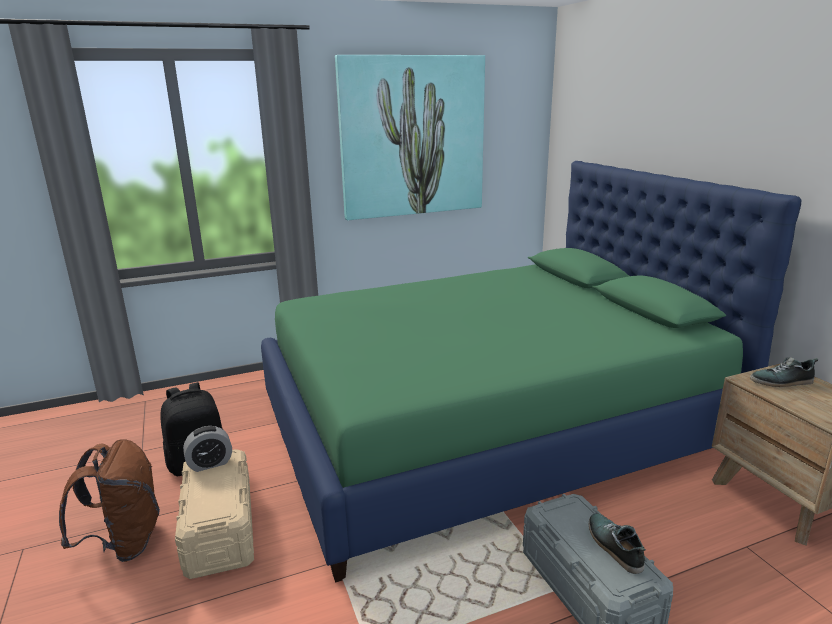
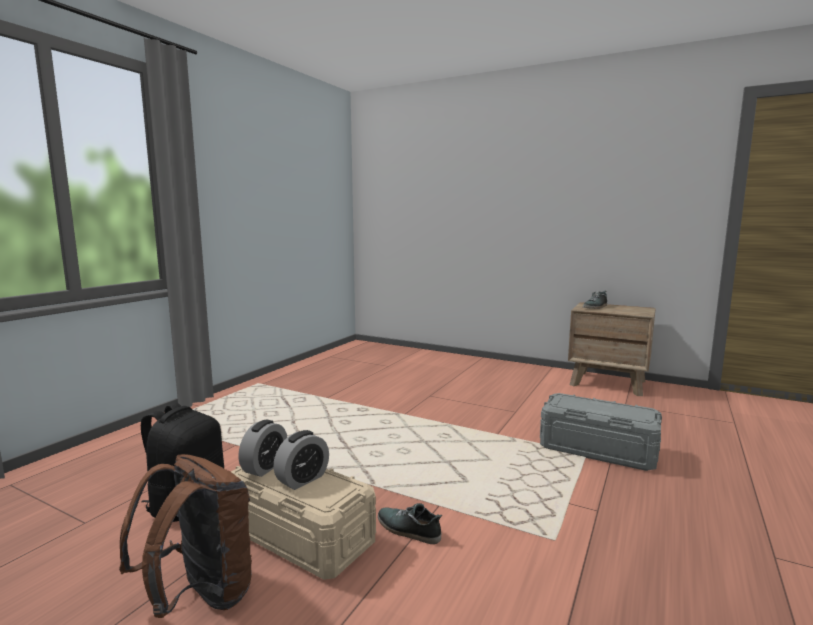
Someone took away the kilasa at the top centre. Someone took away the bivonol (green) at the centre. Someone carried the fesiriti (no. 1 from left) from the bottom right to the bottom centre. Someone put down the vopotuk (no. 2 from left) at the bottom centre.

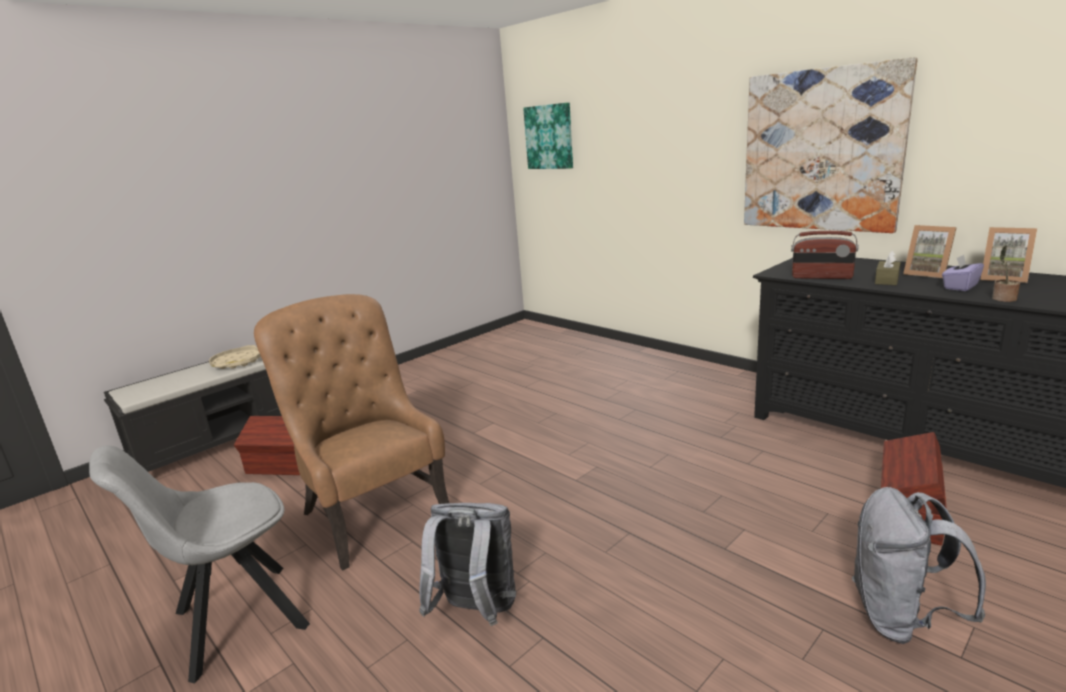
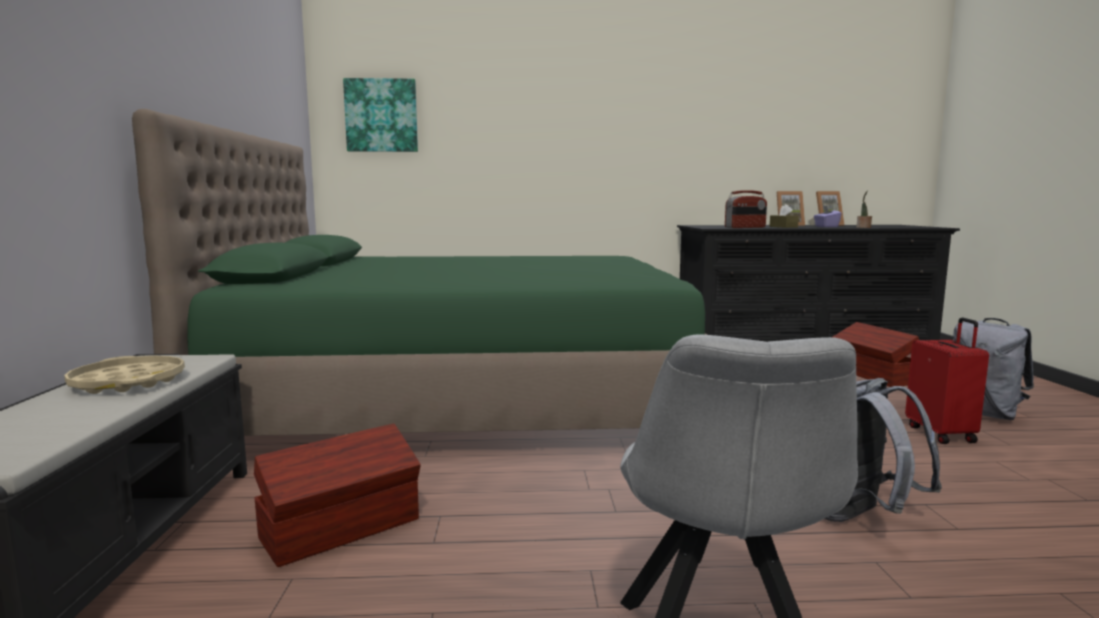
Someone took away the kilasa (no. 2 from left) at the top right. Someone took away the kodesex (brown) at the middle left. Someone put down the bivonol (green) at the centre. Someone put down the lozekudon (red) at the middle right.

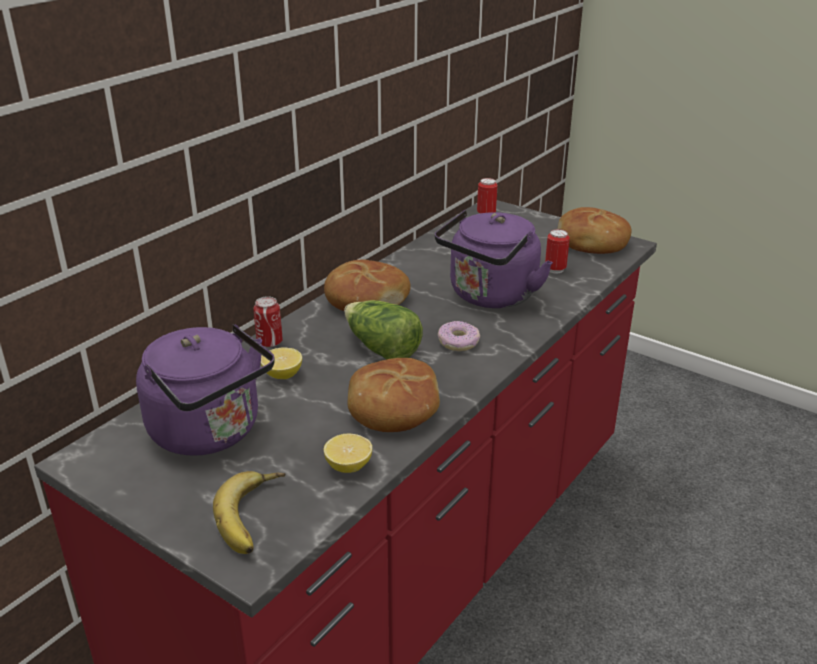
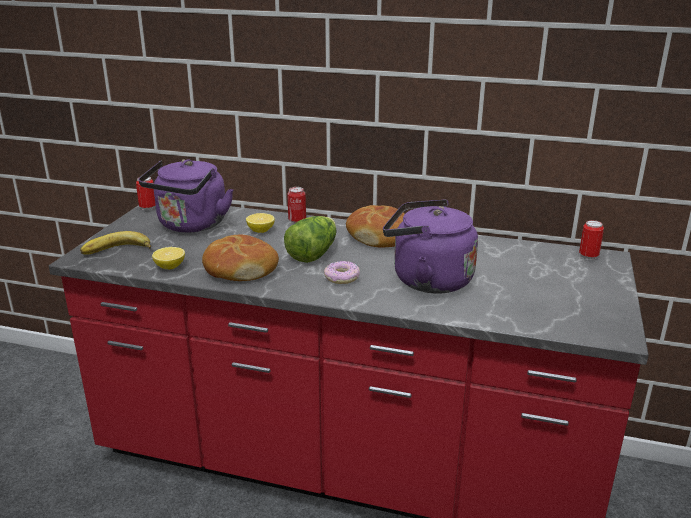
Someone took away the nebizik (no. 3 from left) at the middle right. Someone carried the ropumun (no. 3 from left in the first image) from the middle right to the middle left.

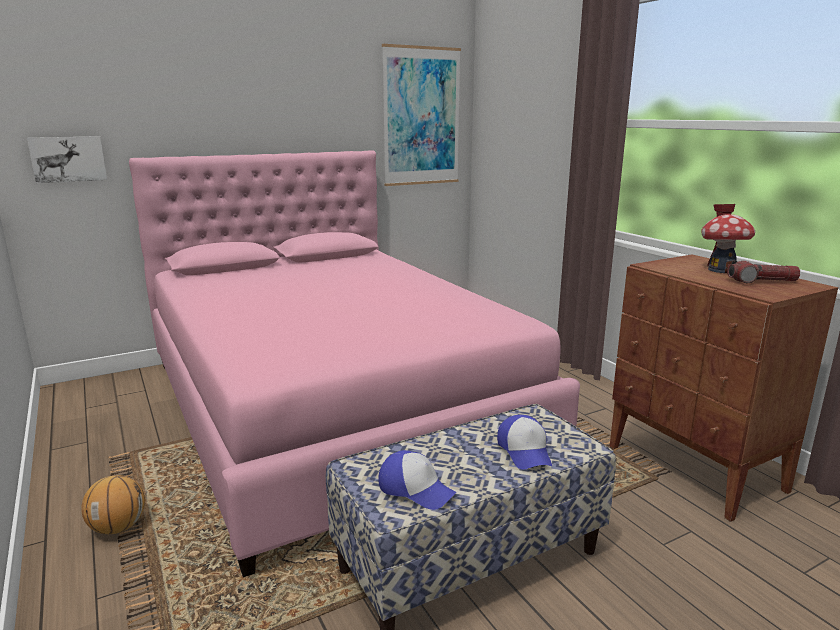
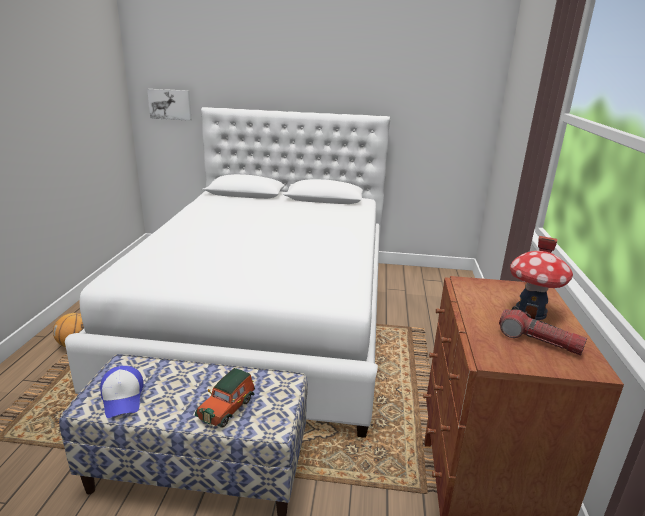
Someone took away the kilasa (no. 2 from left) at the top centre. Someone repainted the bivonol (pink) at the centre, which became the bivonol (white) at the centre. Someone swapped the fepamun (no. 2 from left) at the bottom centre for the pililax at the bottom centre.

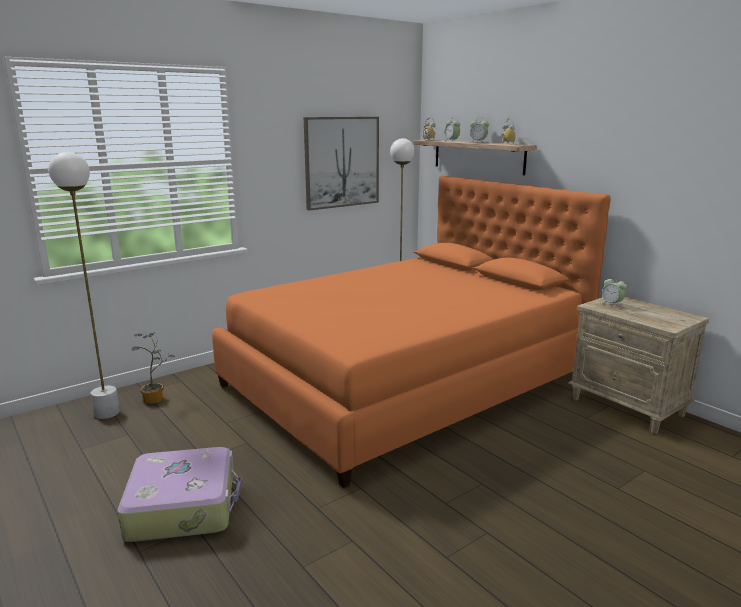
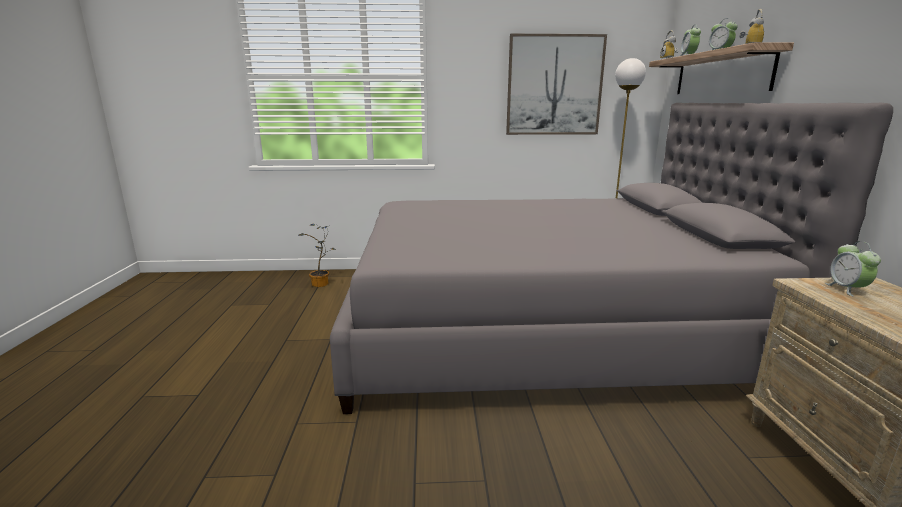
Someone took away the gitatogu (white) (no. 1 from left) at the middle left. Someone repainted the bivonol (orange) at the centre, which became the bivonol (grey) at the middle right. Someone took away the lozekudon at the bottom left.

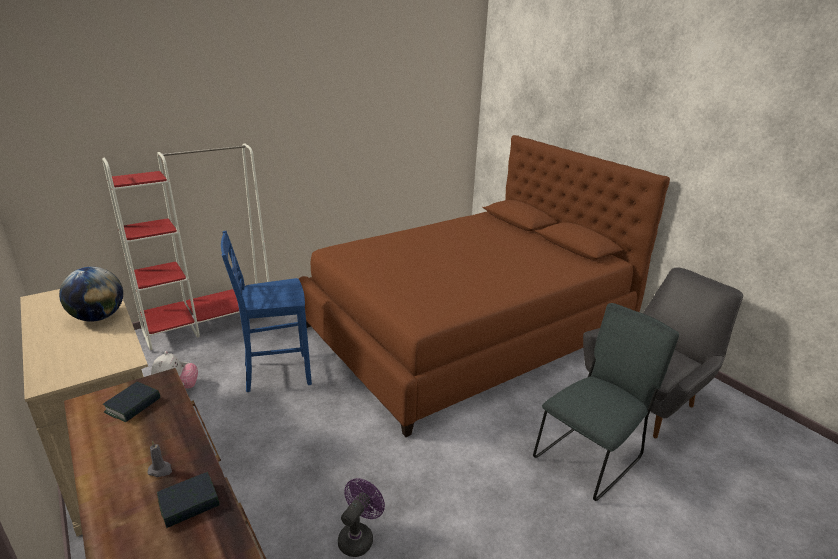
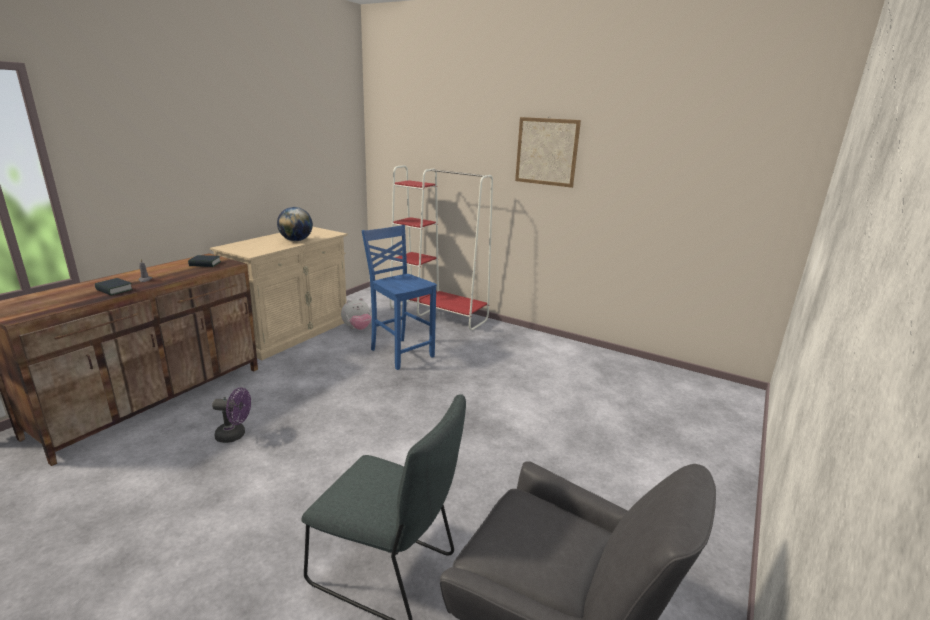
Someone took away the bivonol (brown) at the centre. Someone put up the kilasa at the top centre.

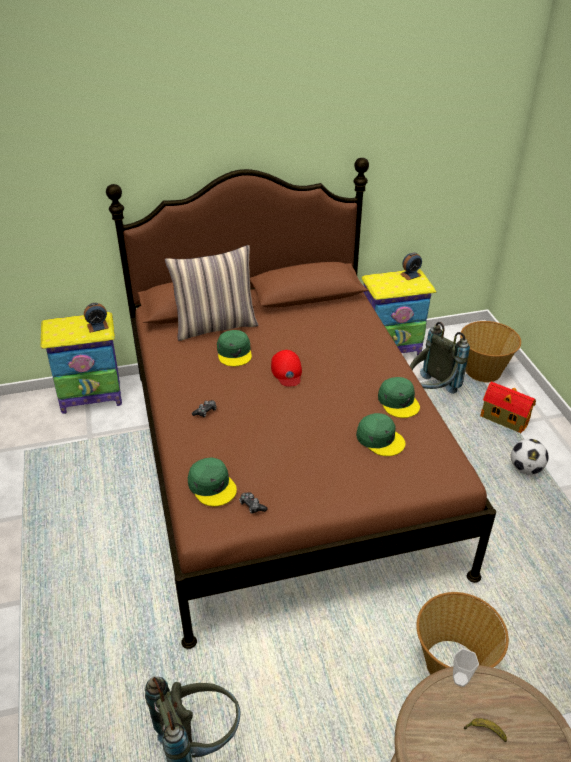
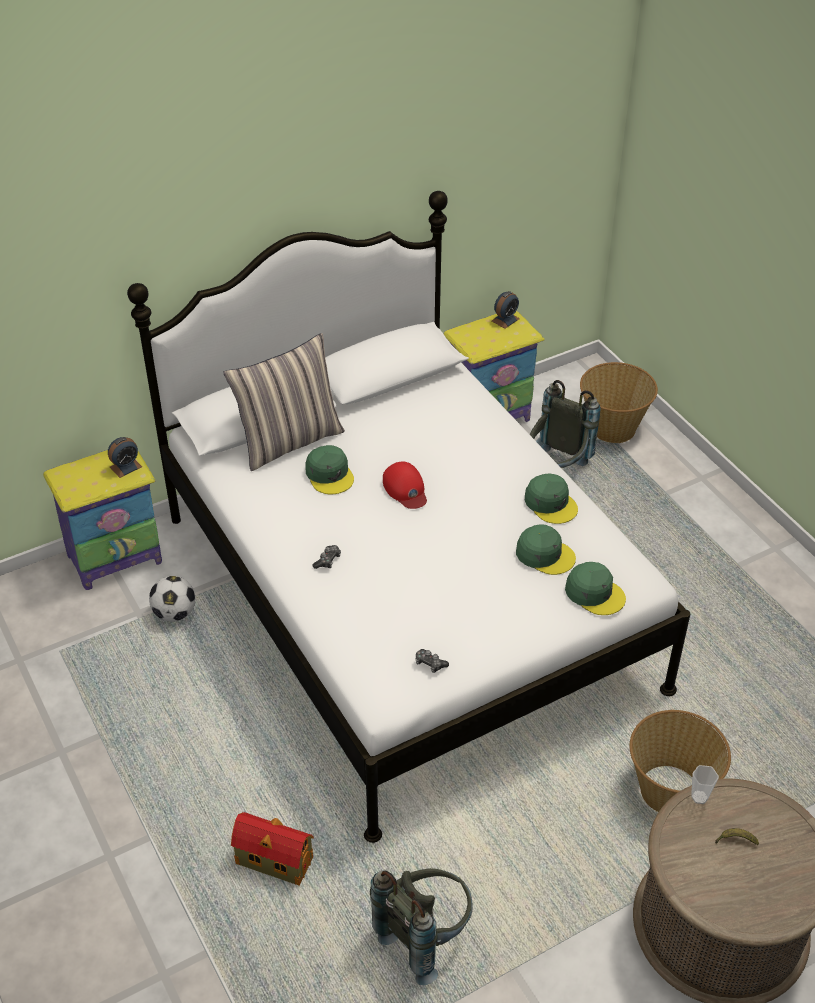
Someone repainted the bivonol (brown) at the centre, which became the bivonol (white) at the centre. Someone carried the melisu from the middle right to the bottom centre. Someone carried the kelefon from the middle right to the middle left. Someone carried the fepamun (green) (no. 1 from left in the first image) from the centre to the middle right.

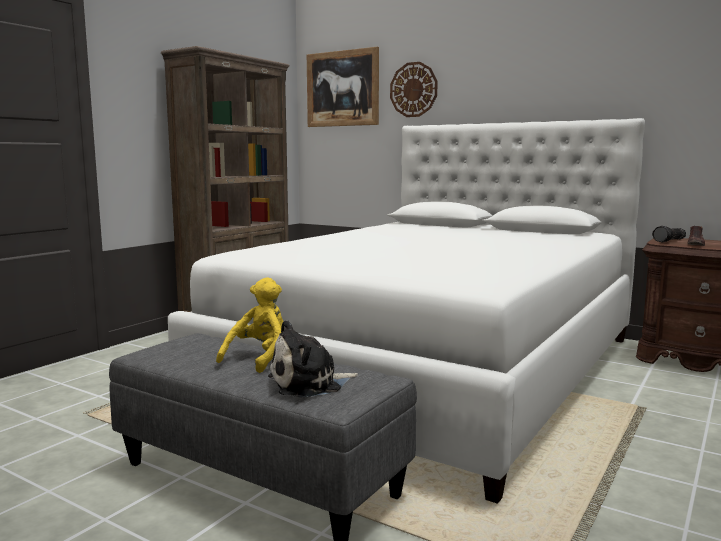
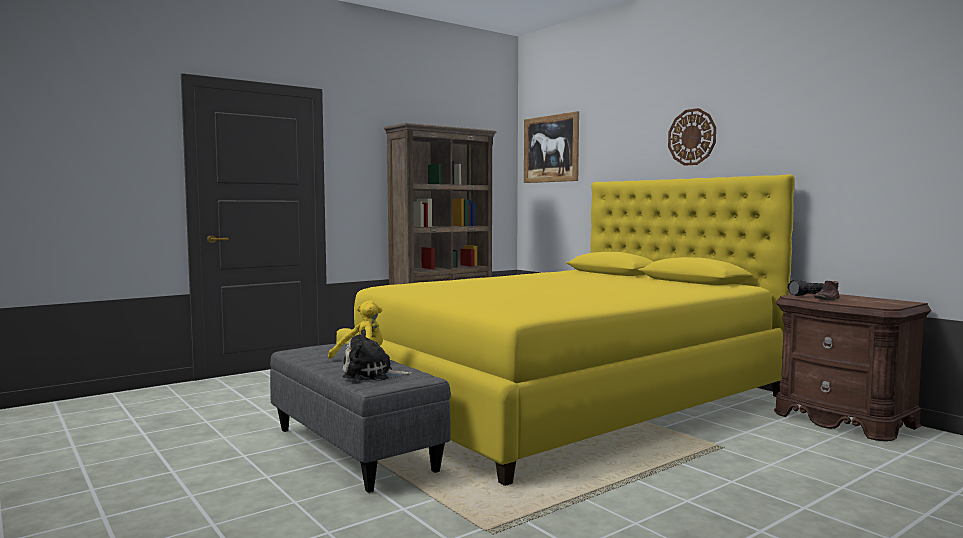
Someone carried the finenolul from the top centre to the top right. Someone repainted the bivonol (white) at the centre, which became the bivonol (yellow) at the centre.

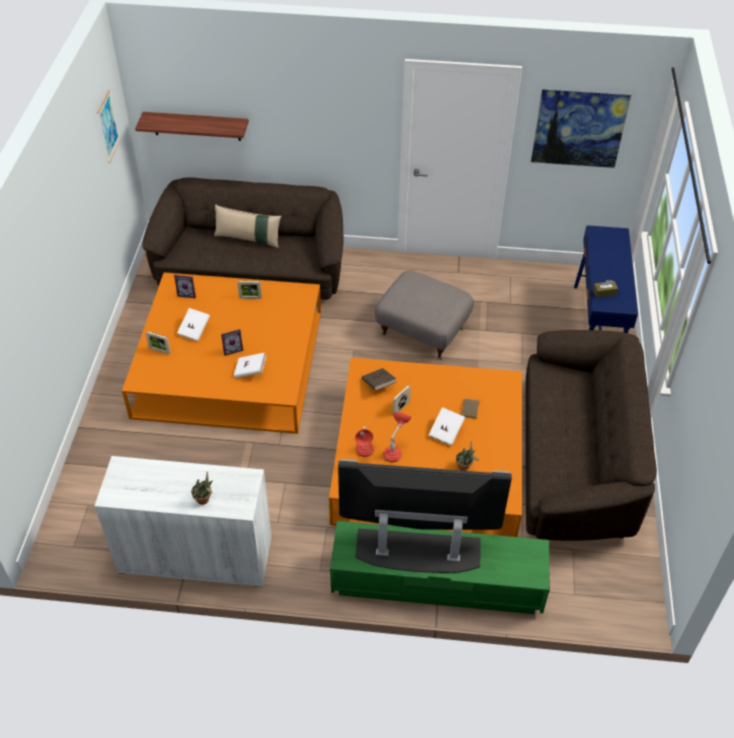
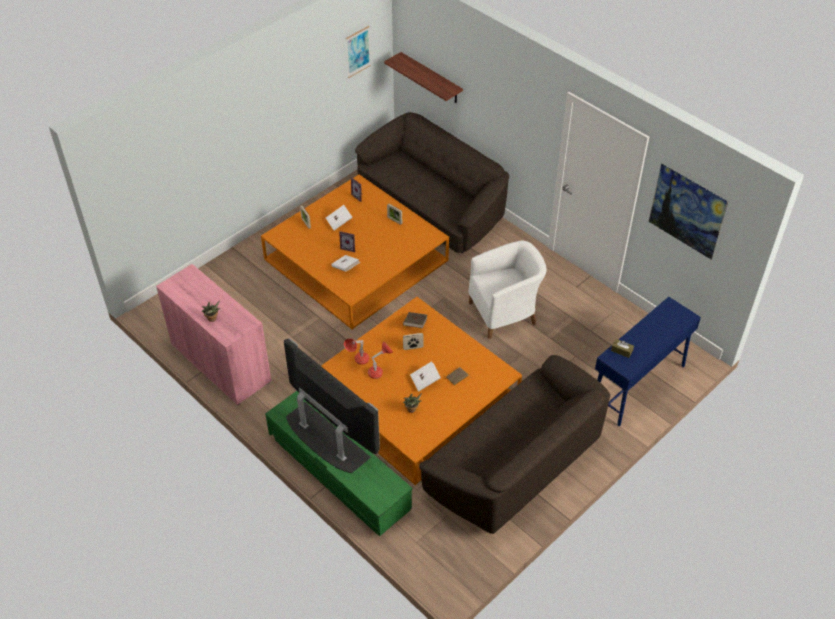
Someone took away the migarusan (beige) at the top centre. Someone swapped the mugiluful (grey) at the centre for the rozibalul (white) at the centre. Someone repainted the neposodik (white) at the bottom left, which became the neposodik (pink) at the middle left.

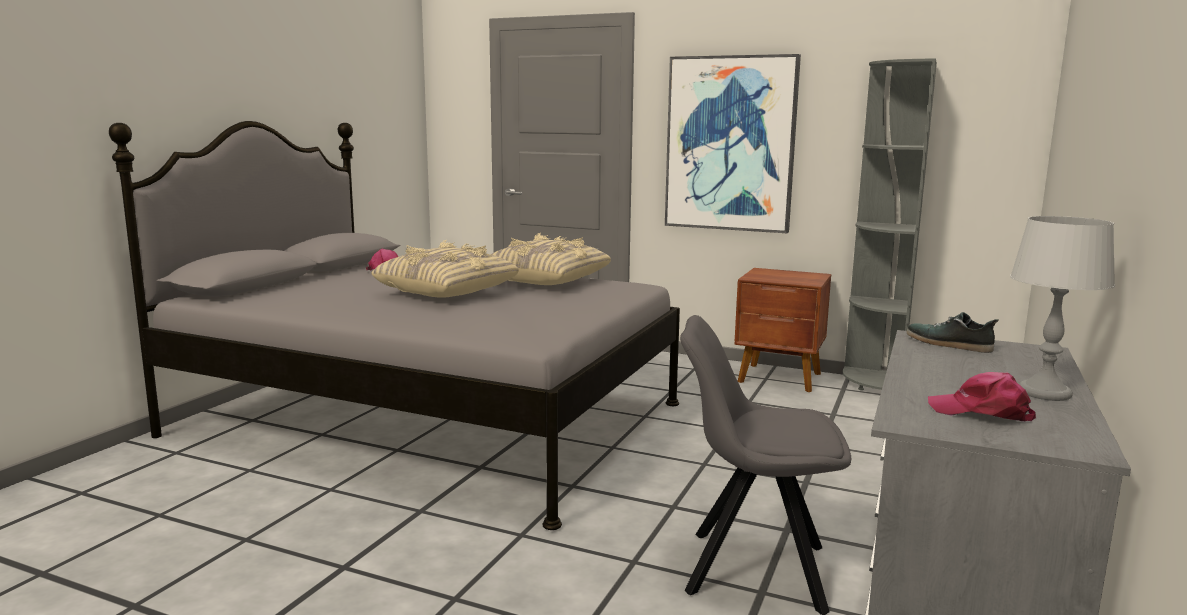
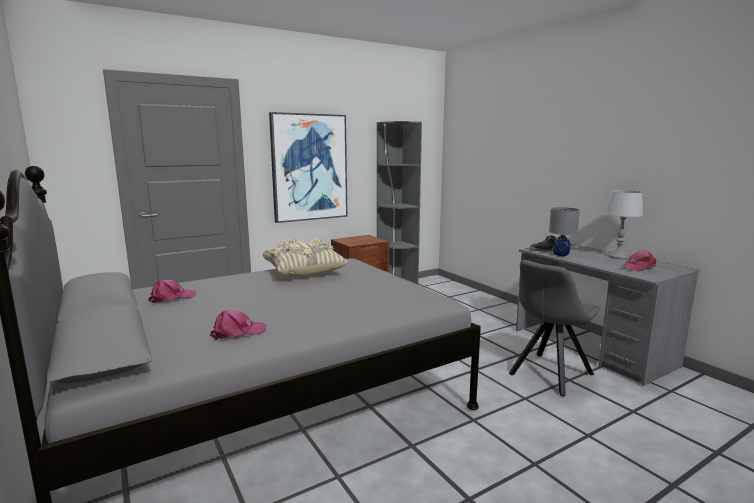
Someone took away the migarusan (beige) (no. 1 from left) at the centre. Someone put down the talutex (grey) (no. 1 from left) at the middle right. Someone put down the fepamun (pink) (no. 2 from left) at the middle left.

